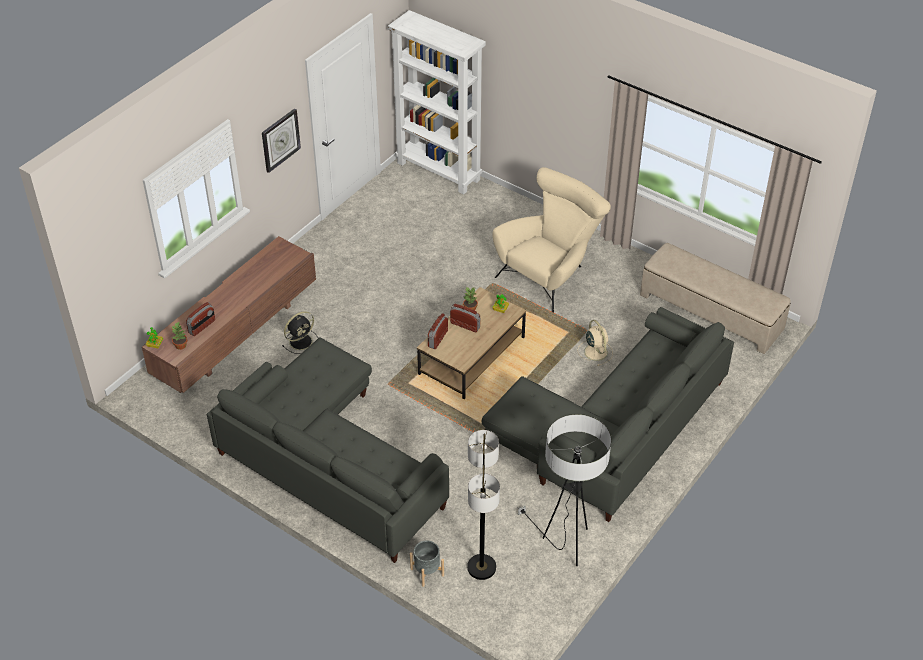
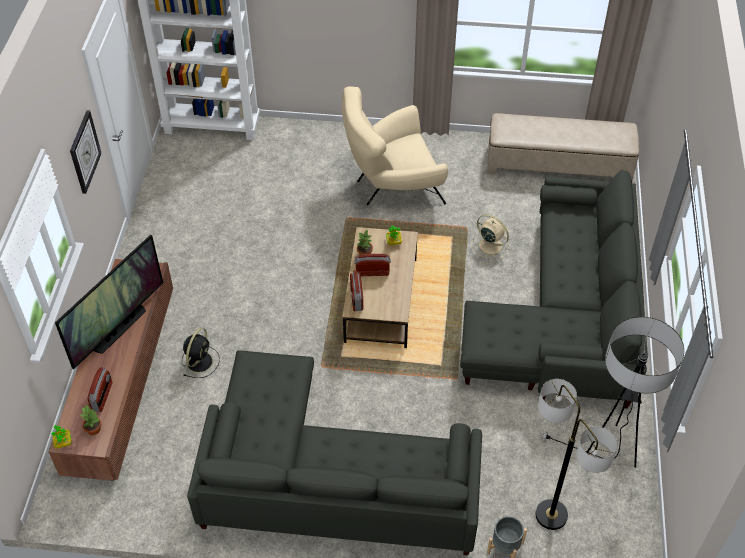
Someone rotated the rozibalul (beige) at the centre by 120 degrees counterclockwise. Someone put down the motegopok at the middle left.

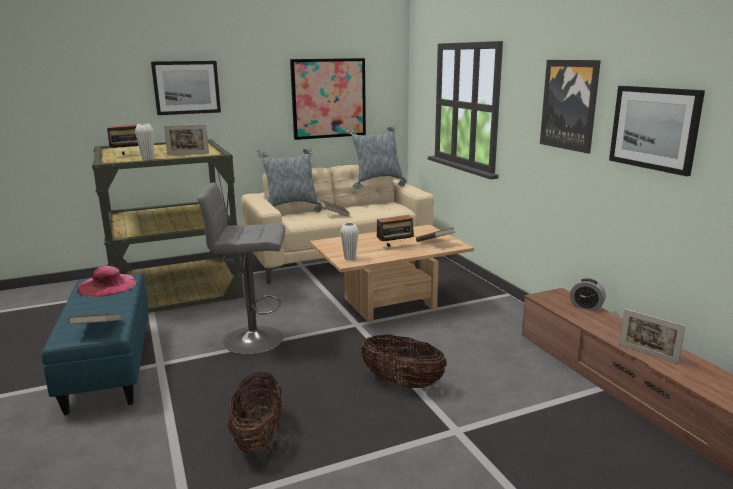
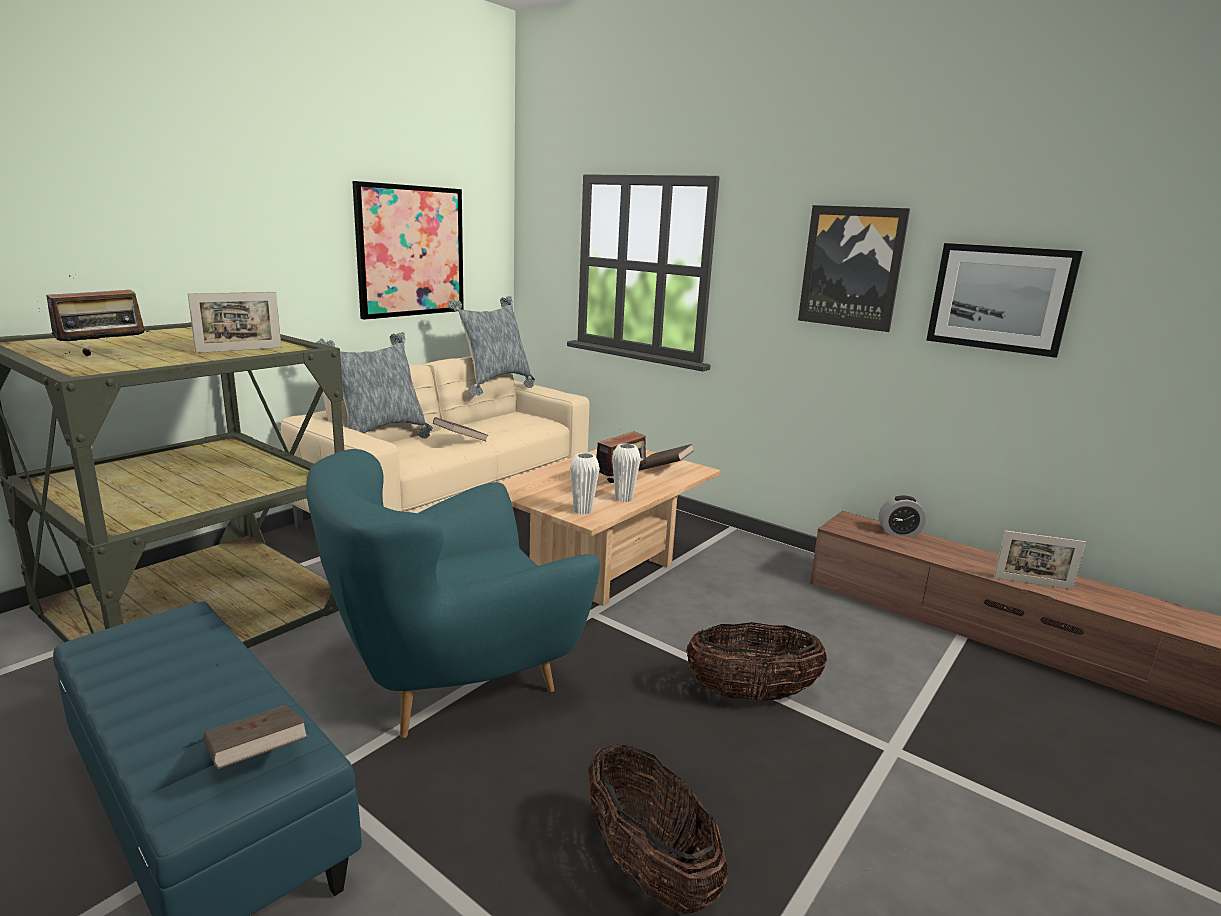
Someone took away the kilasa (no. 1 from left) at the top left. Someone carried the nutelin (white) (no. 1 from left in the first image) from the top left to the centre. Someone swapped the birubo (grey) at the middle left for the rozibalul (turquoise) at the centre. Someone took away the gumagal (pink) at the middle left.

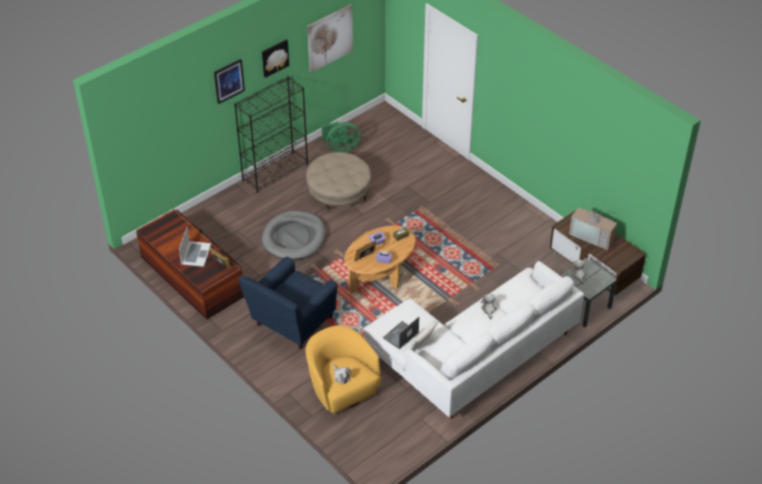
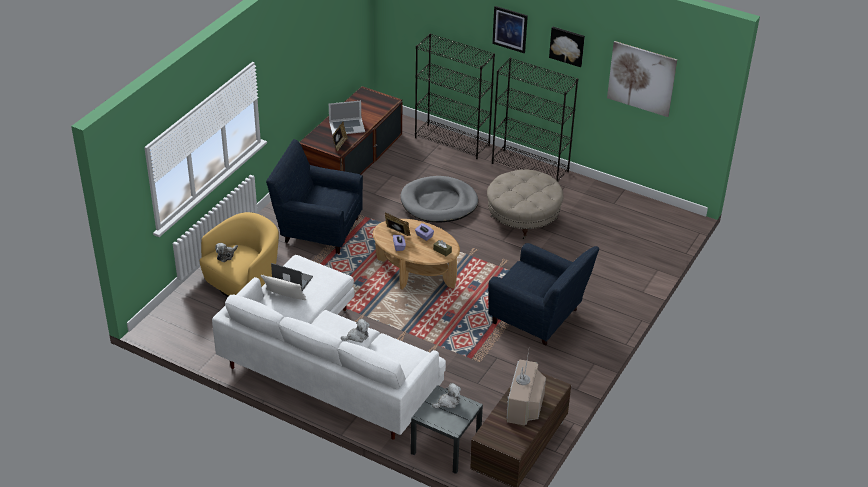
Someone took away the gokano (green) at the top centre. Someone put down the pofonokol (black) (no. 1 from left) at the top centre. Someone put down the rozibalul (blue) (no. 2 from left) at the centre.

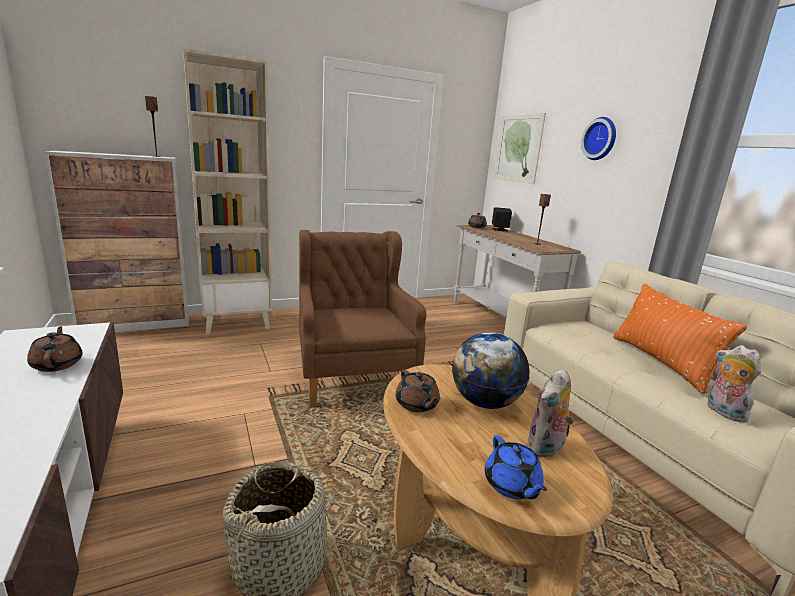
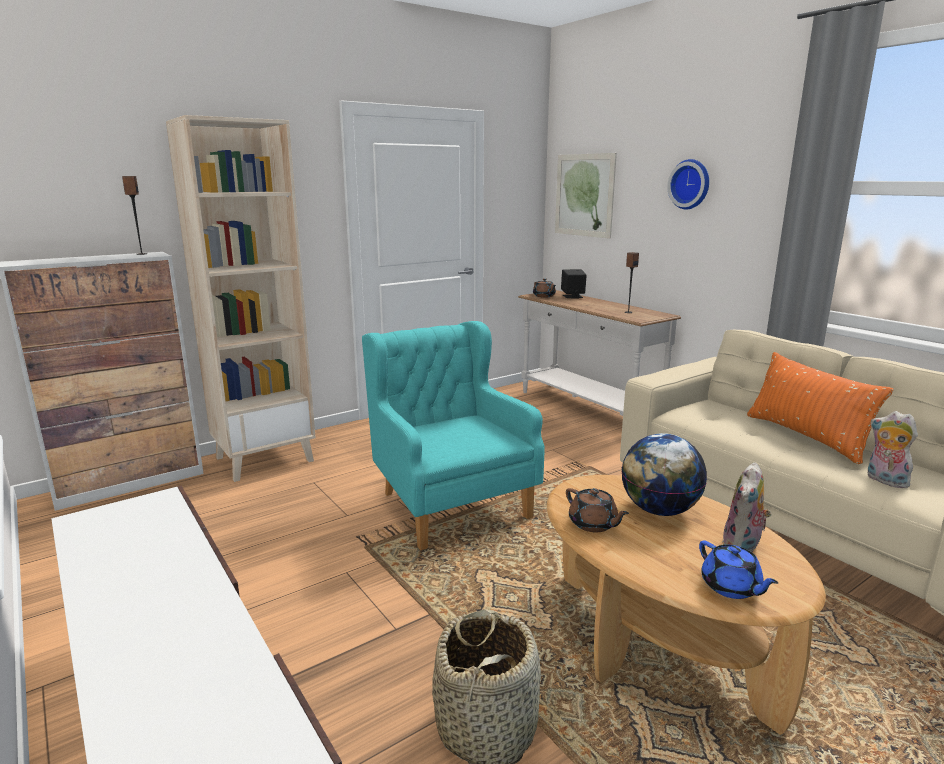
Someone repainted the rozibalul (brown) at the centre, which became the rozibalul (turquoise) at the centre. Someone took away the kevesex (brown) (no. 1 from left) at the middle left.

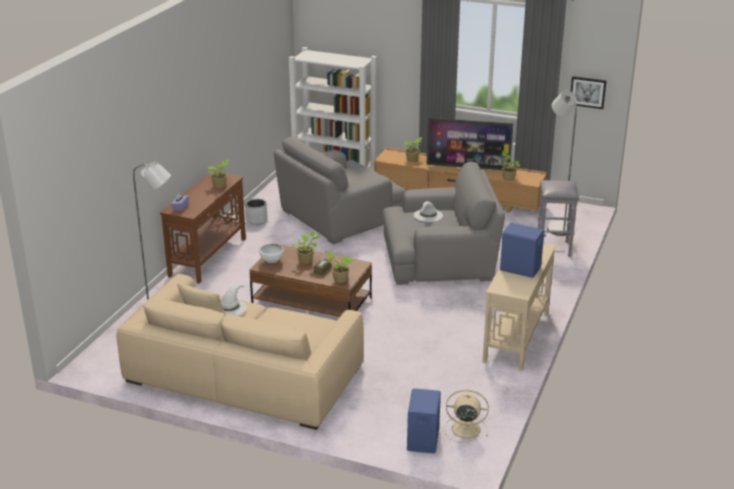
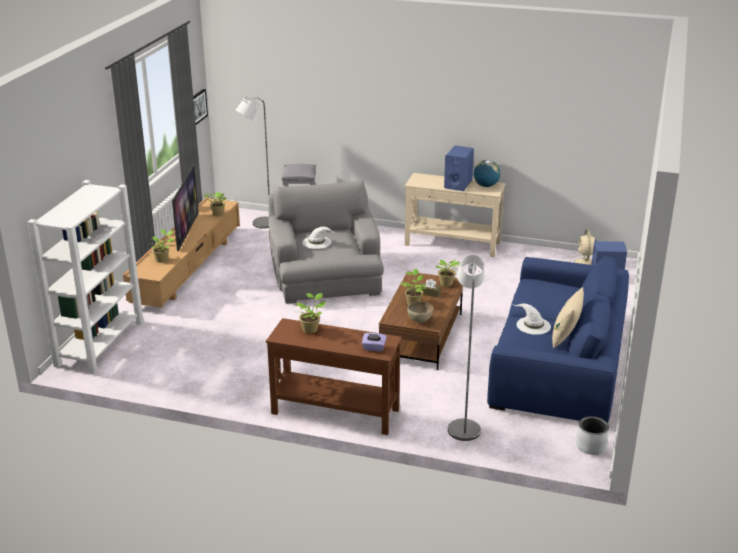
Someone took away the rozibalul (grey) (no. 1 from left) at the centre. Someone carried the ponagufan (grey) from the centre to the bottom right. Someone repainted the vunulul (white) at the centre, which became the vunulul (brown) at the centre. Someone repainted the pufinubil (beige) at the bottom left, which became the pufinubil (blue) at the middle right. Someone put down the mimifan at the top centre.

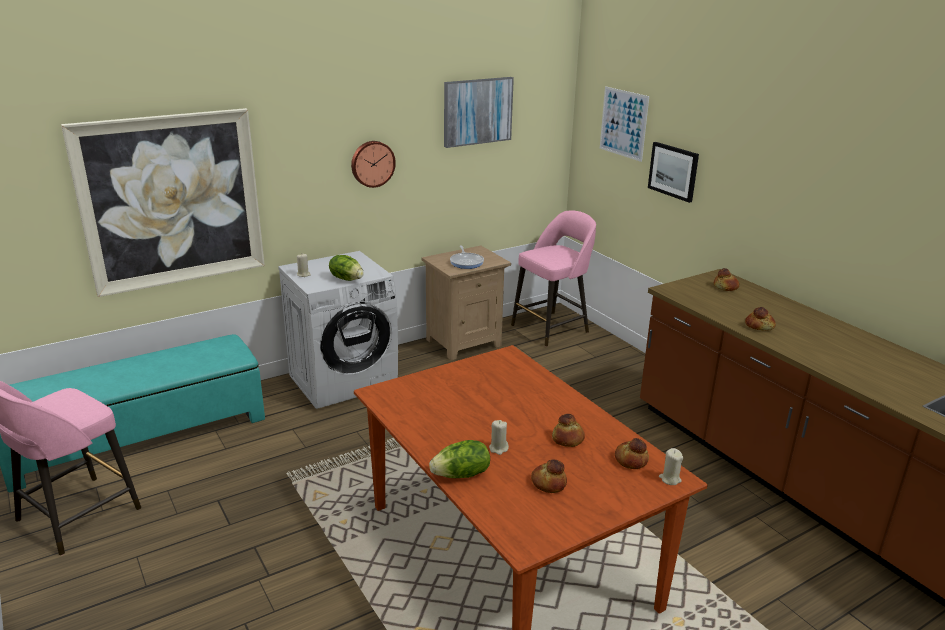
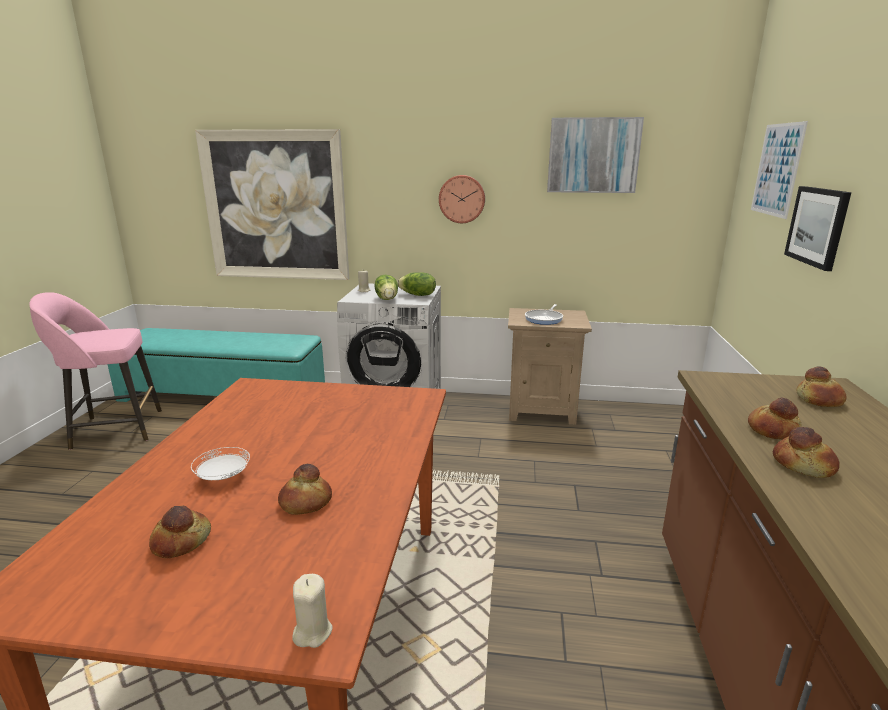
Someone took away the birubo (pink) (no. 2 from left) at the centre. Someone swapped the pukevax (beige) (no. 2 from left) at the bottom centre for the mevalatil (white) at the middle left. Someone carried the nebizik (no. 3 from left) from the bottom right to the middle right. Someone carried the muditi (no. 2 from left) from the bottom centre to the centre.

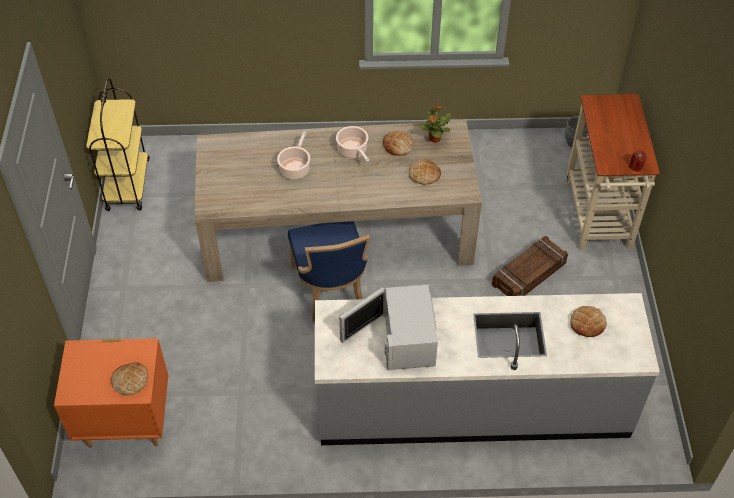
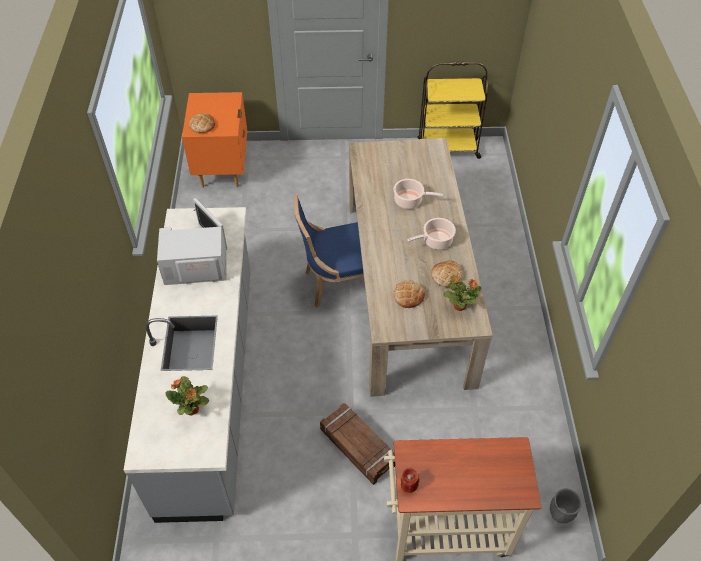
Someone swapped the nebizik (no. 4 from left) at the middle right for the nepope (no. 1 from left) at the bottom left.

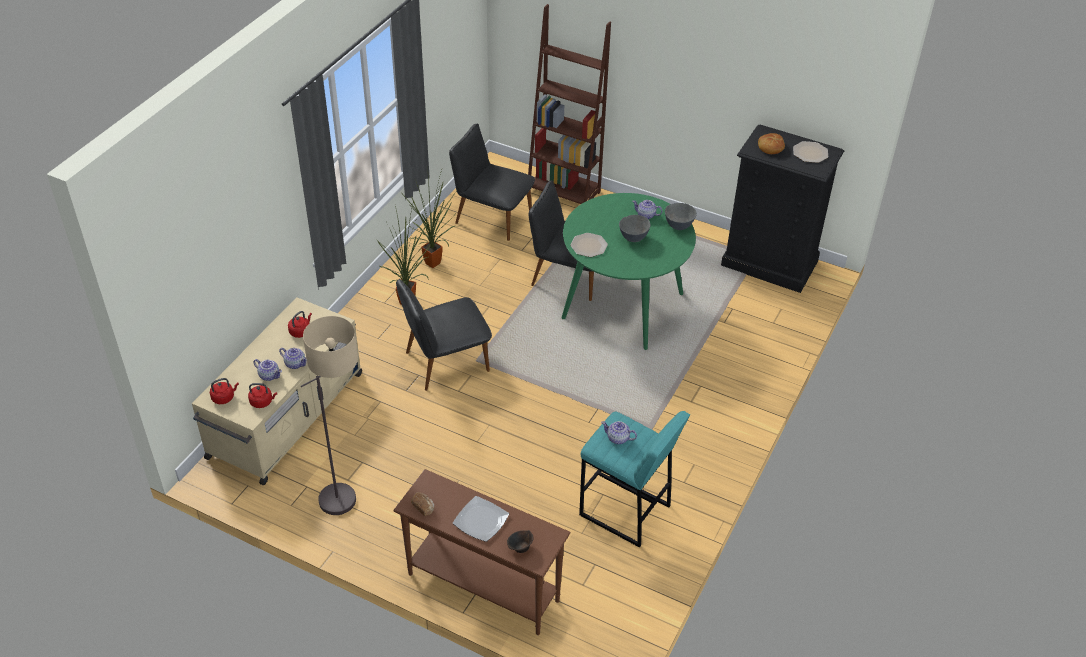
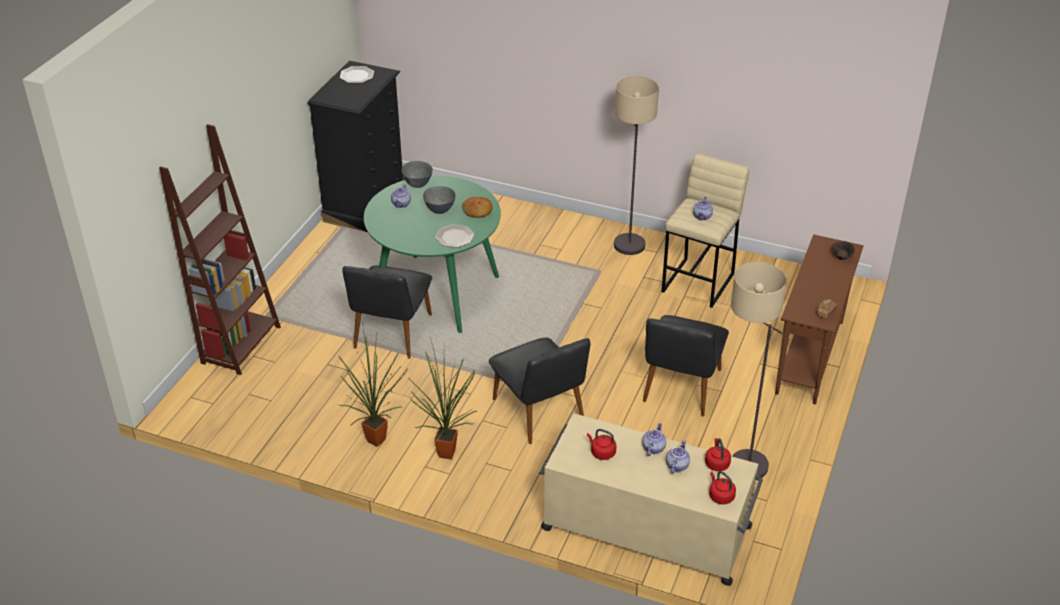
Someone carried the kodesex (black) (no. 2 from left in the first image) from the top centre to the centre. Someone carried the nebizik (no. 2 from left in the first image) from the top right to the centre. Someone repainted the birubo (turquoise) at the bottom centre, which became the birubo (beige) at the centre. Someone took away the mevalatil (no. 1 from left) at the bottom centre. Someone put down the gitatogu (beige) (no. 1 from left) at the top centre.

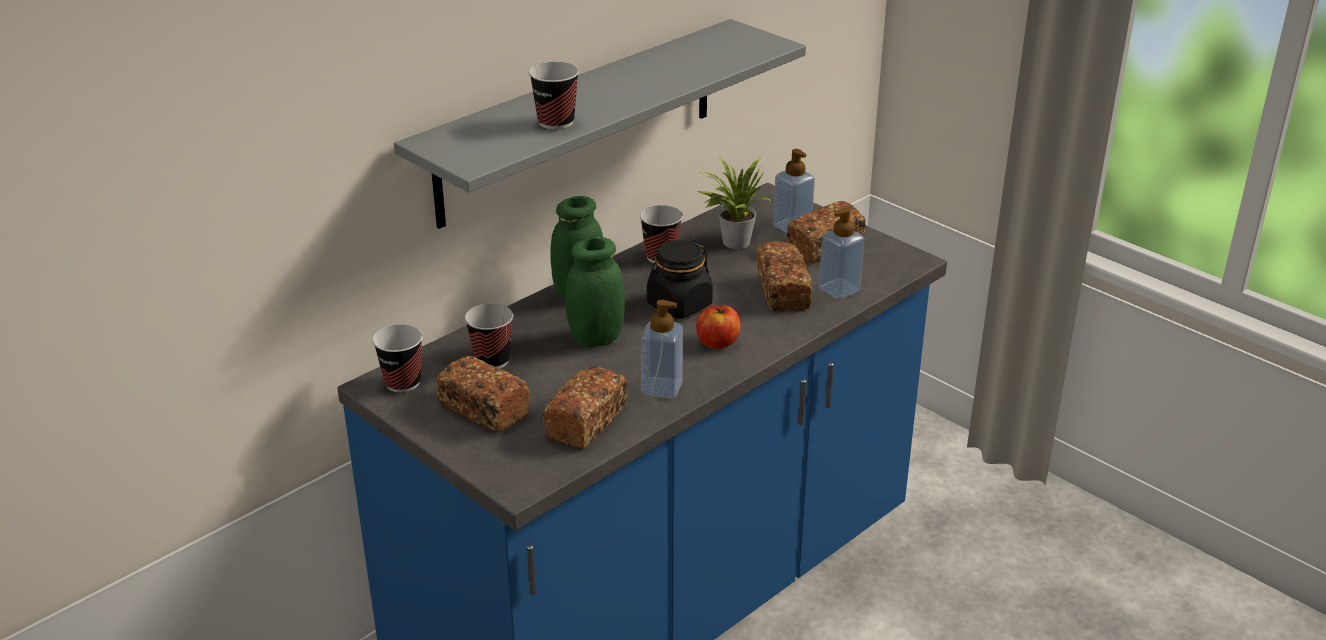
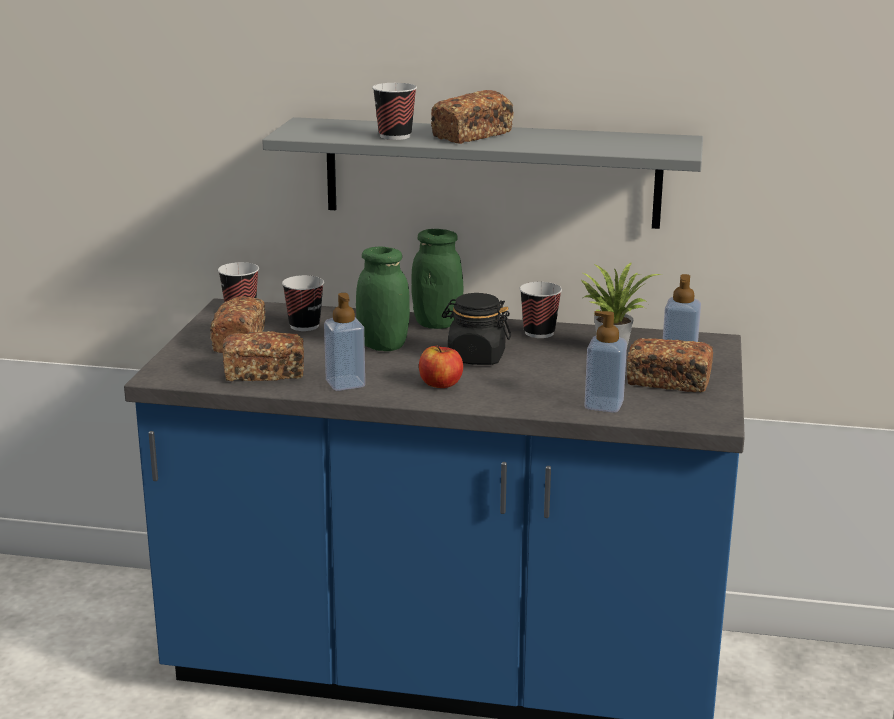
Someone carried the nebizik (no. 3 from left) from the centre to the top centre.

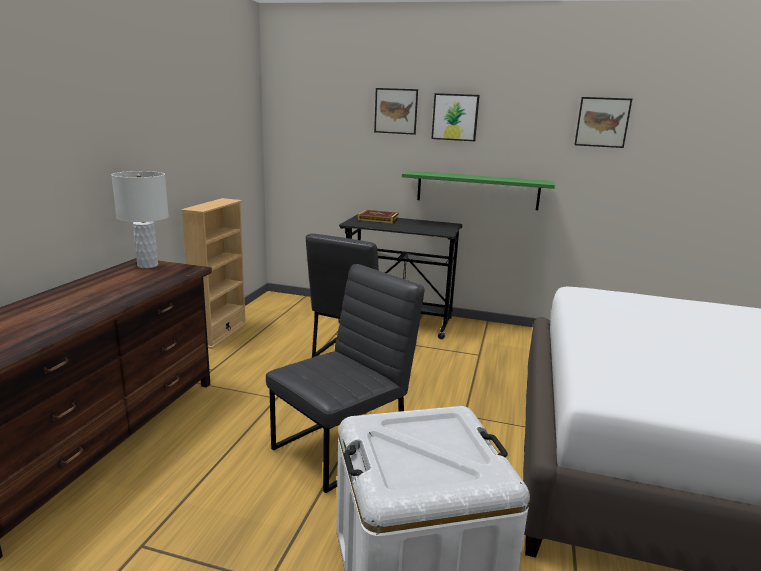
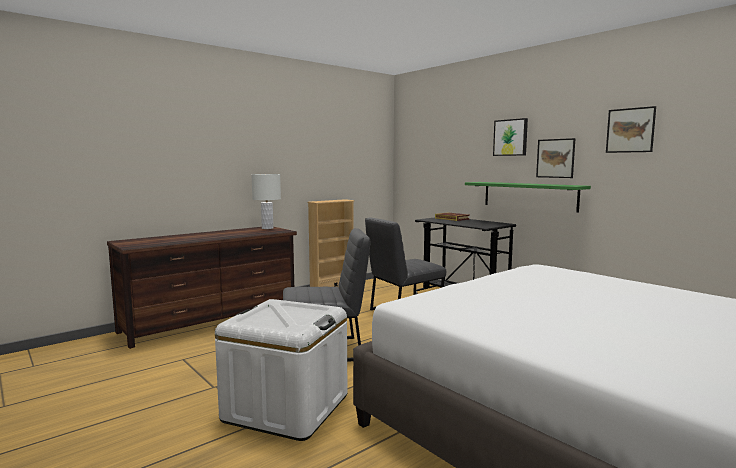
Someone carried the kilasa (no. 1 from left in the first image) from the top centre to the middle right.

